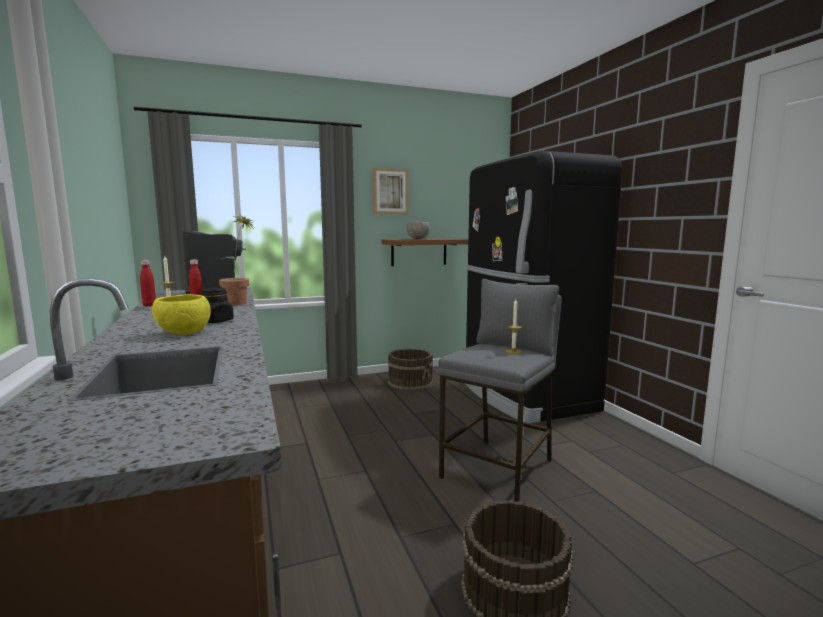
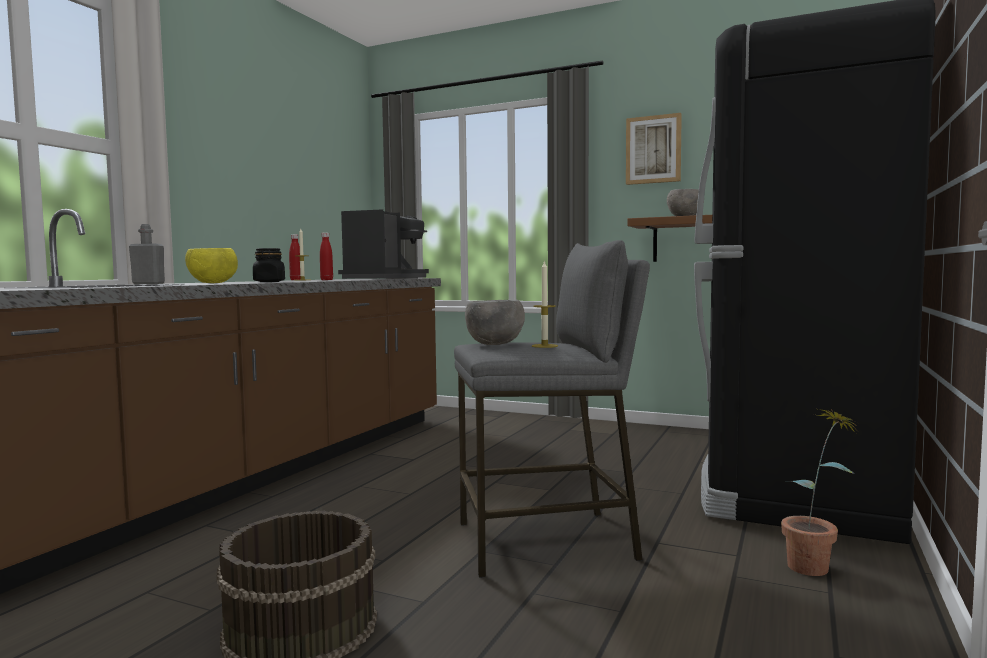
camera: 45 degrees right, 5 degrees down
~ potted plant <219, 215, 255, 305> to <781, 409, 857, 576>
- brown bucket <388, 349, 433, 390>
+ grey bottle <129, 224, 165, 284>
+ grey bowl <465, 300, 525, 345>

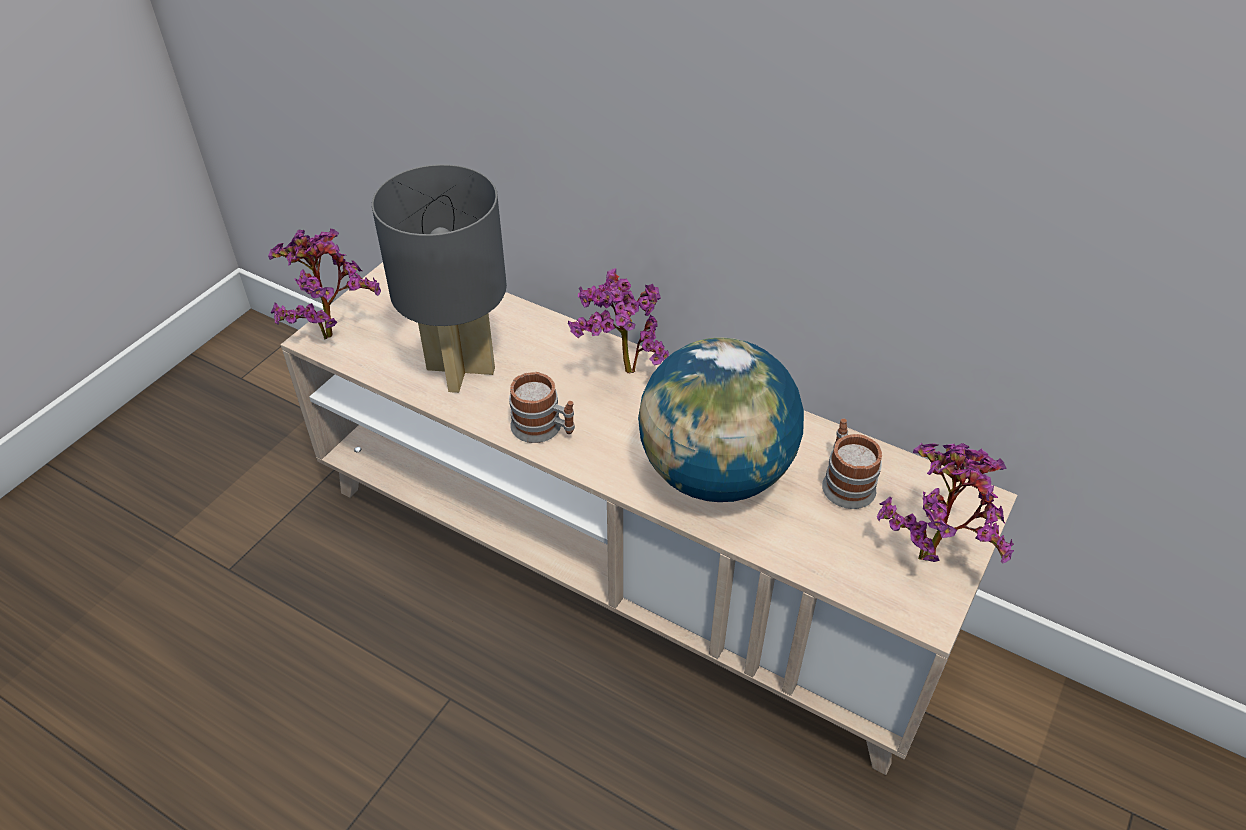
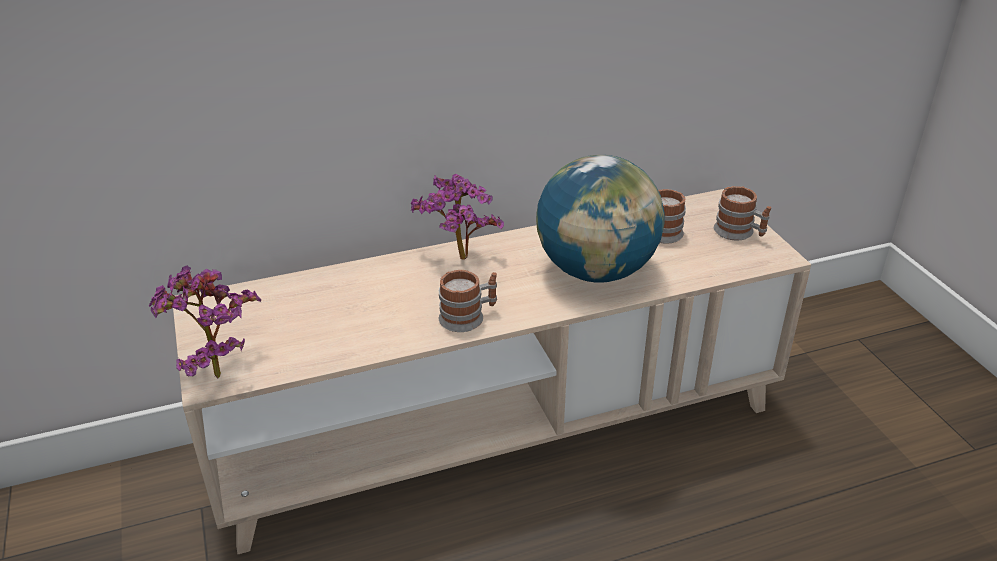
camera: 50 degrees left, 10 degrees down
- grey table lamp <372, 164, 507, 393>
~ potted plant <877, 442, 1014, 564> to mug <714, 186, 771, 240>

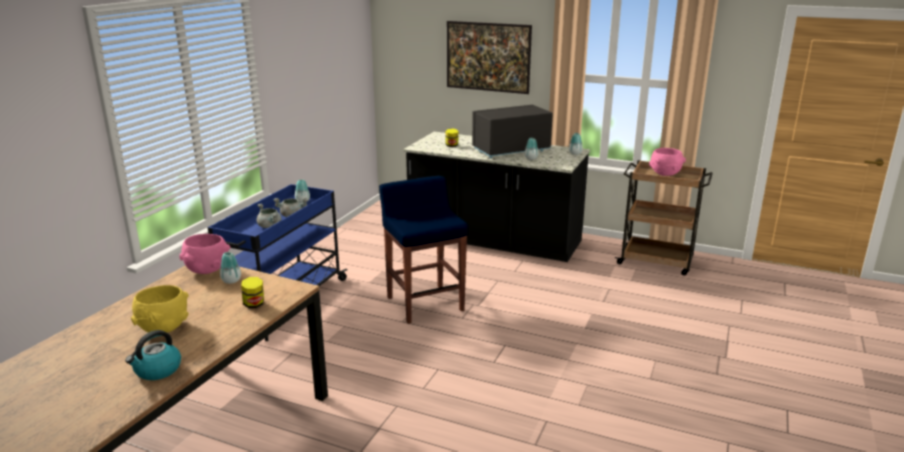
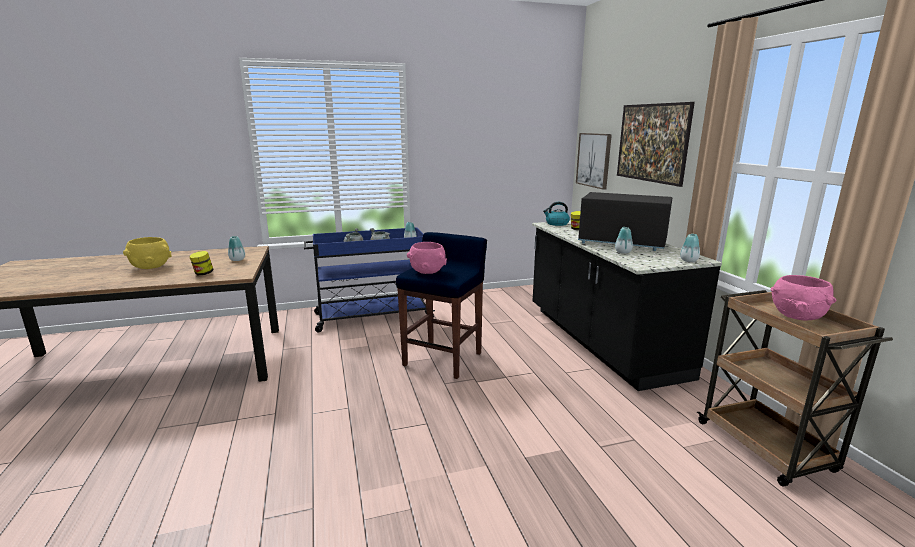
camera: 50 degrees right, 5 degrees down
~ kettle <125, 330, 181, 380> to <543, 202, 570, 226>
~ pink bowl <179, 234, 230, 274> to <407, 242, 447, 274>
+ picture <576, 133, 612, 190>

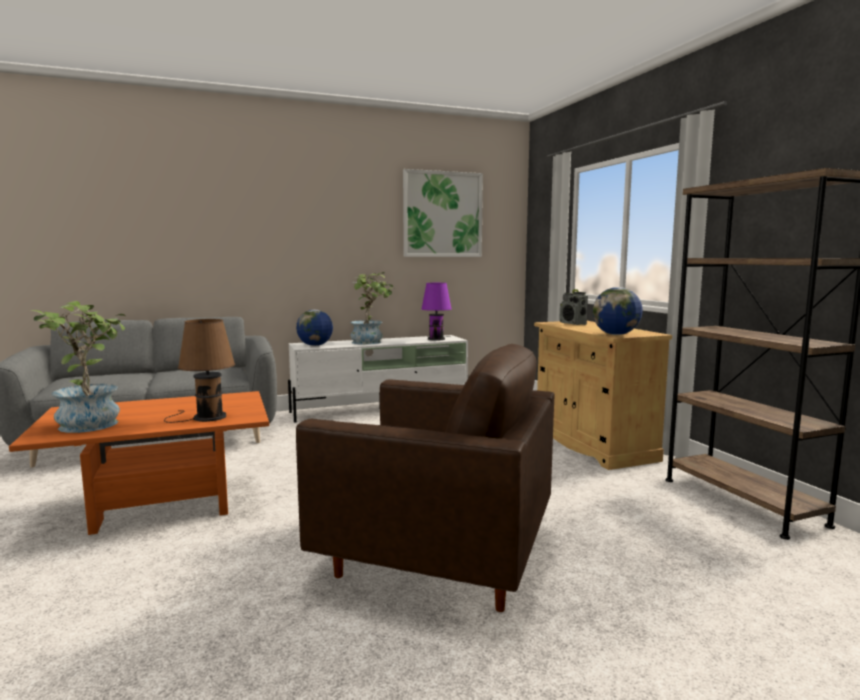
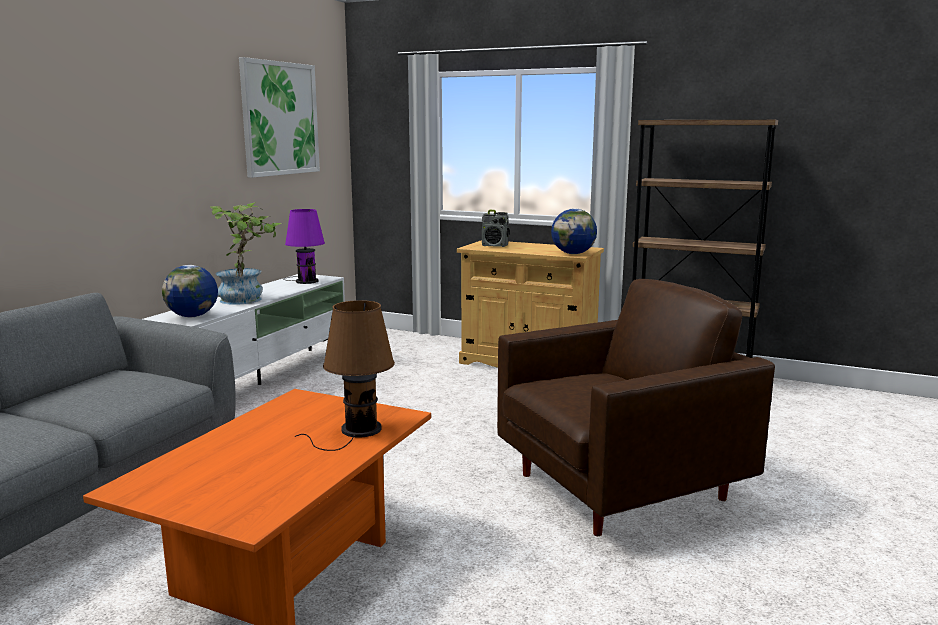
camera: 45 degrees left, 5 degrees up
- potted plant <30, 301, 125, 433>

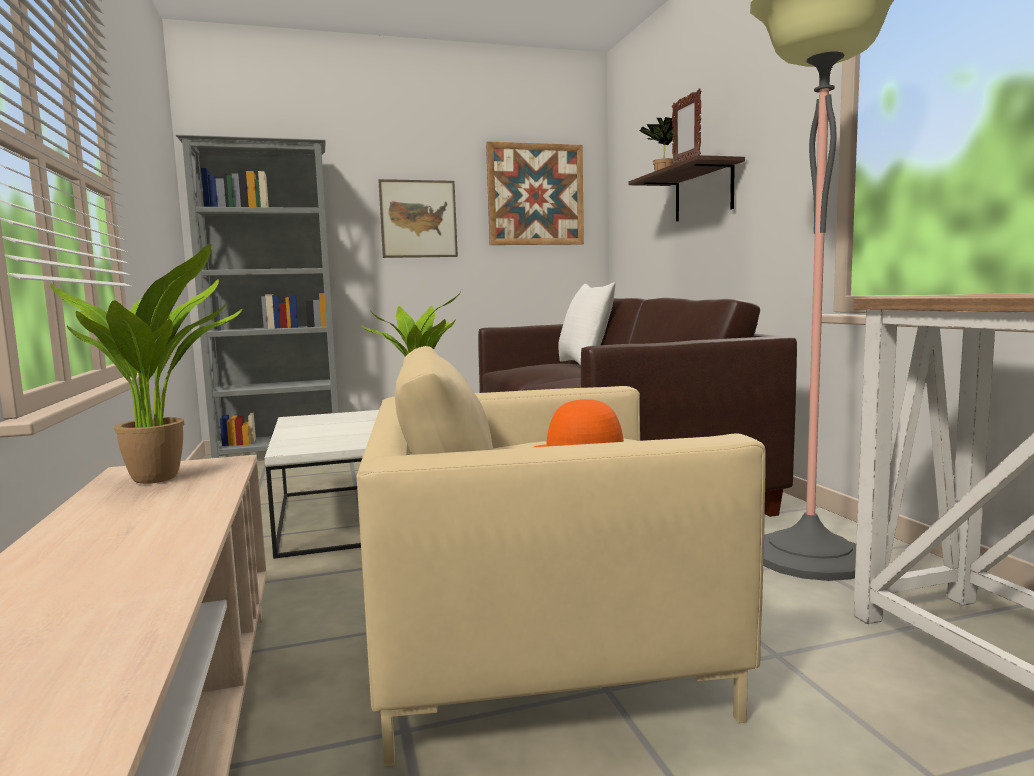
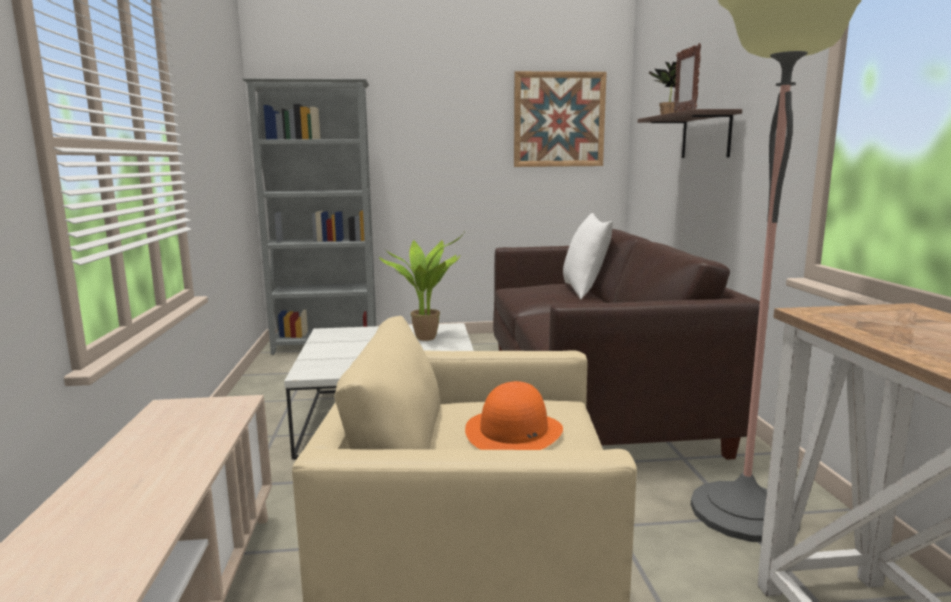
camera: 10 degrees right, 5 degrees up
- potted plant <50, 244, 243, 484>
- picture <378, 179, 458, 258>

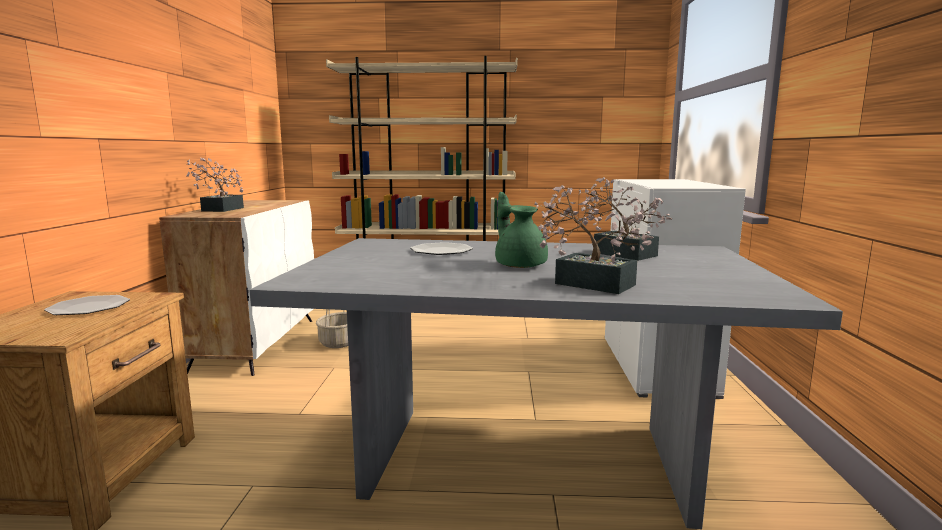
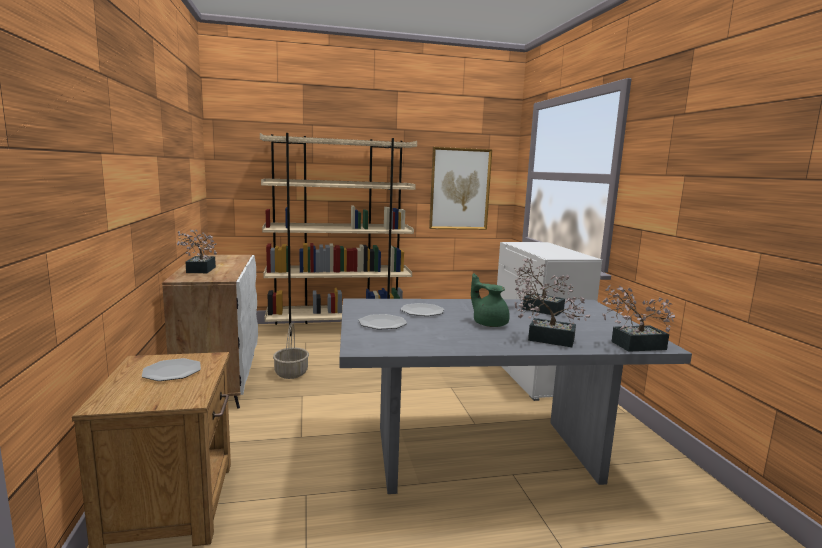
camera: 15 degrees left, 0 degrees up
+ plate <359, 314, 407, 330>
+ picture <429, 147, 492, 230>
+ potted plant <602, 285, 675, 352>

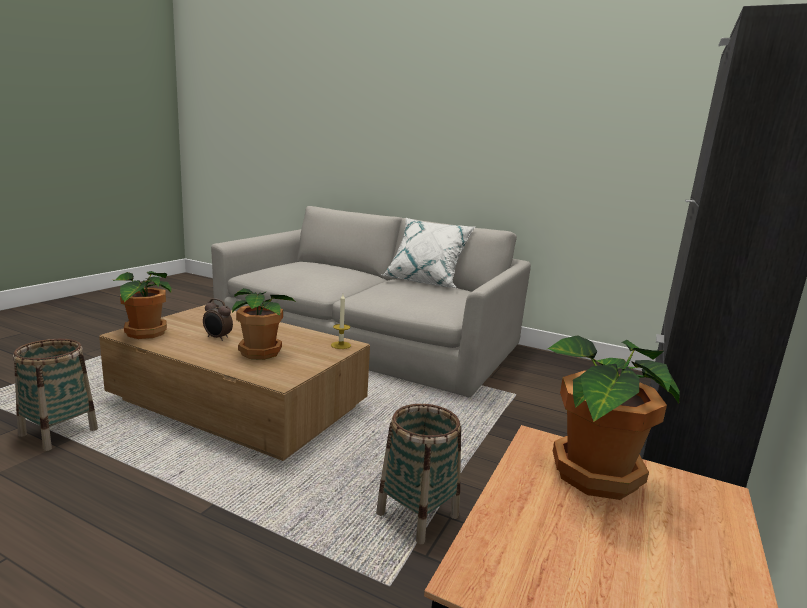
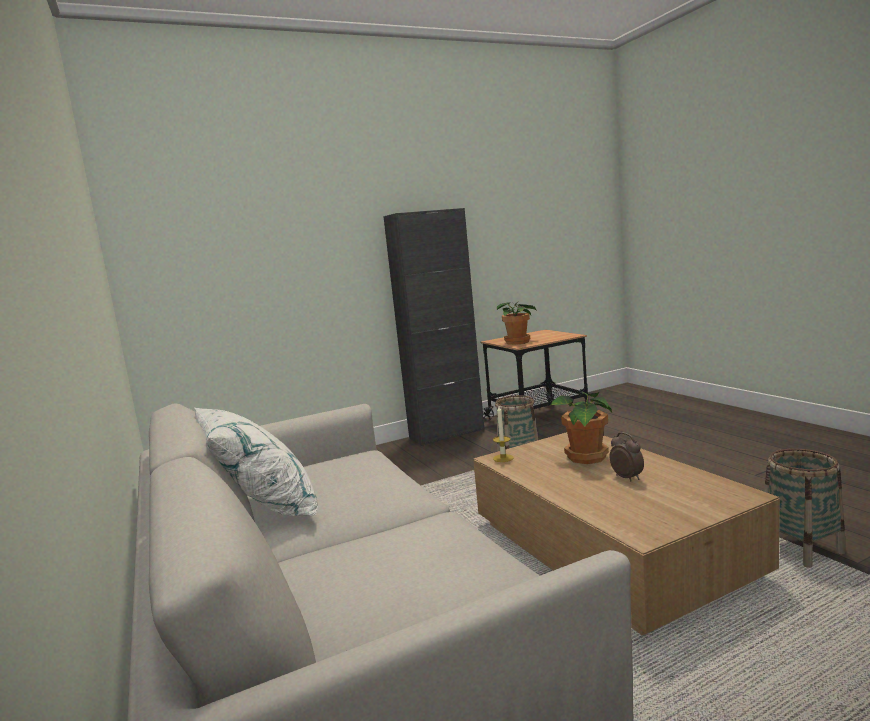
camera: 140 degrees left, 5 degrees down
- potted plant <113, 271, 171, 339>

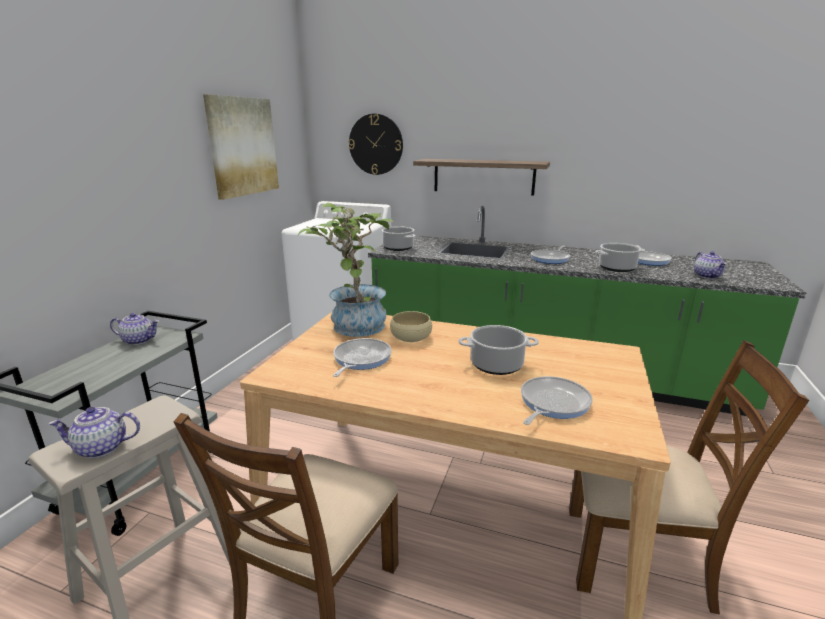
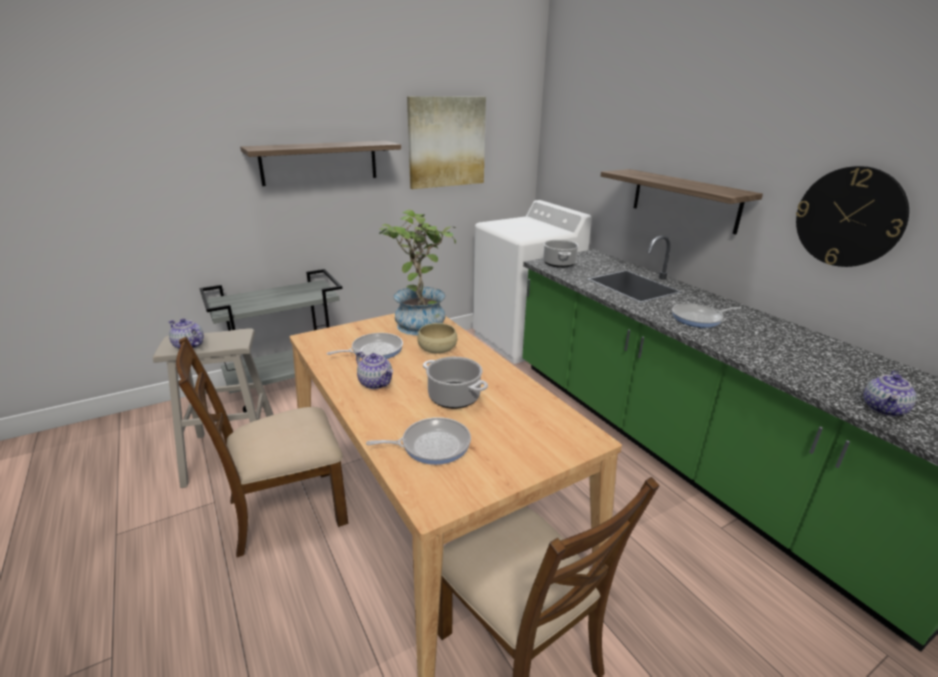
camera: 40 degrees right, 5 degrees up
~ teapot <110, 313, 159, 345> to <356, 352, 393, 389>
~ wall clock <348, 114, 403, 175> to <796, 166, 909, 267>
- cooking pot <595, 243, 645, 272>
- frying pan <635, 245, 672, 266>
+ shelf <240, 141, 401, 186>

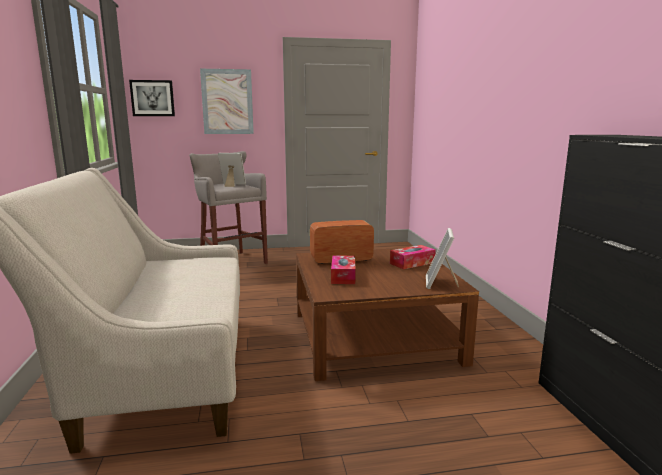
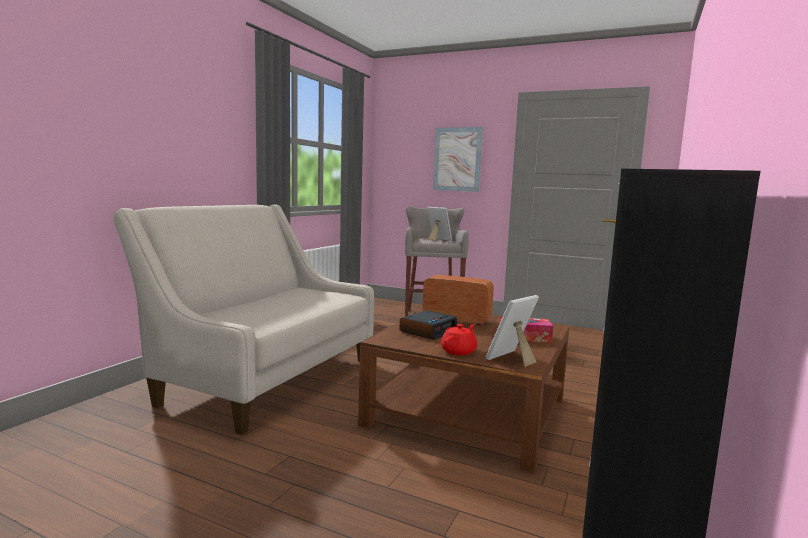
camera: 35 degrees right, 5 degrees down
- picture <129, 80, 175, 116>
~ tissue box <331, 255, 356, 284> to alarm clock <400, 310, 458, 340>
+ red teapot <441, 324, 477, 356>

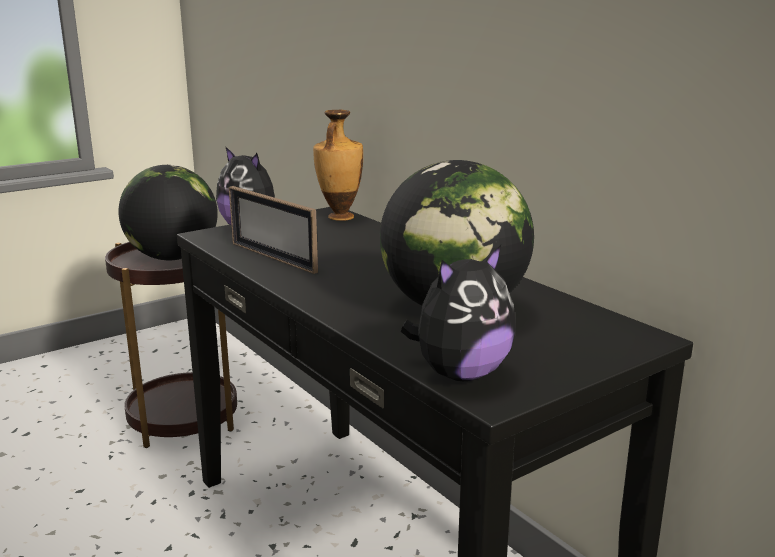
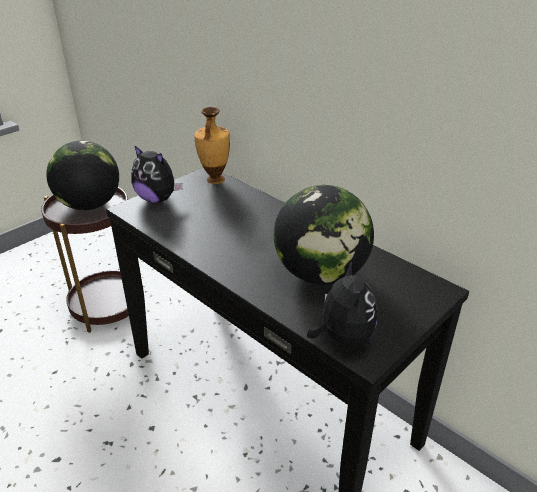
camera: 10 degrees left, 15 degrees up
- picture frame <229, 186, 318, 274>
~ plush toy <401, 245, 516, 381> = <307, 261, 377, 349> 45 degrees counterclockwise

